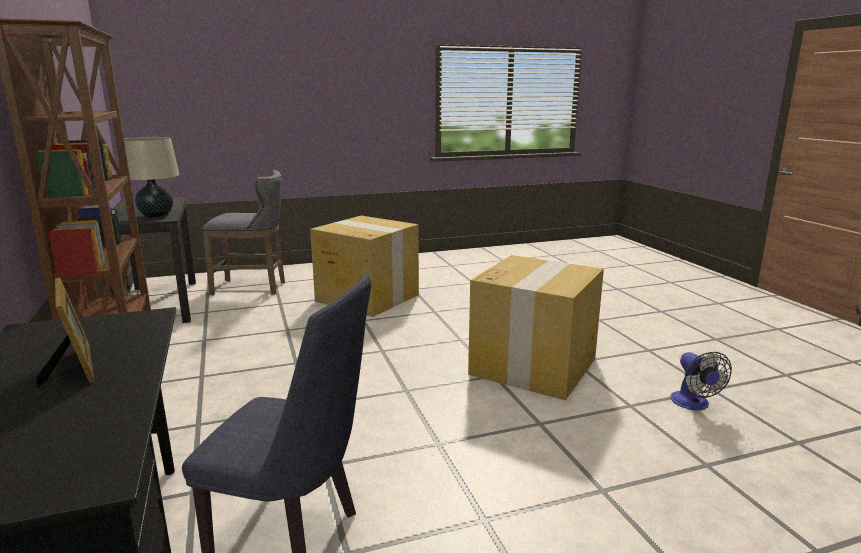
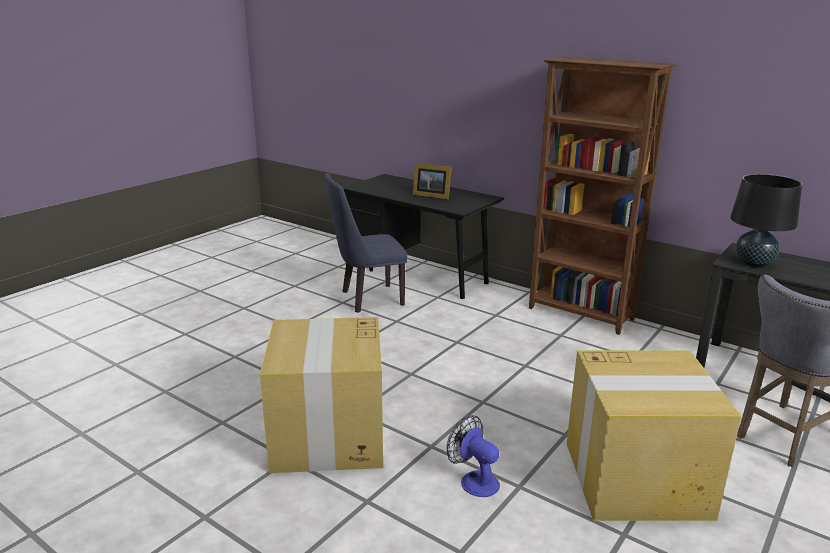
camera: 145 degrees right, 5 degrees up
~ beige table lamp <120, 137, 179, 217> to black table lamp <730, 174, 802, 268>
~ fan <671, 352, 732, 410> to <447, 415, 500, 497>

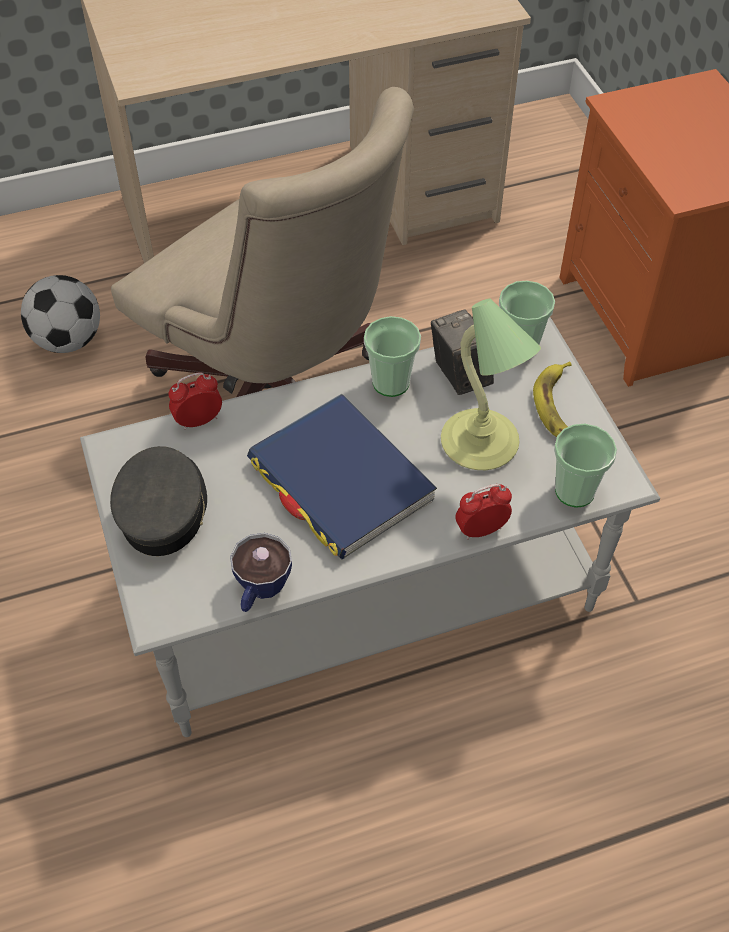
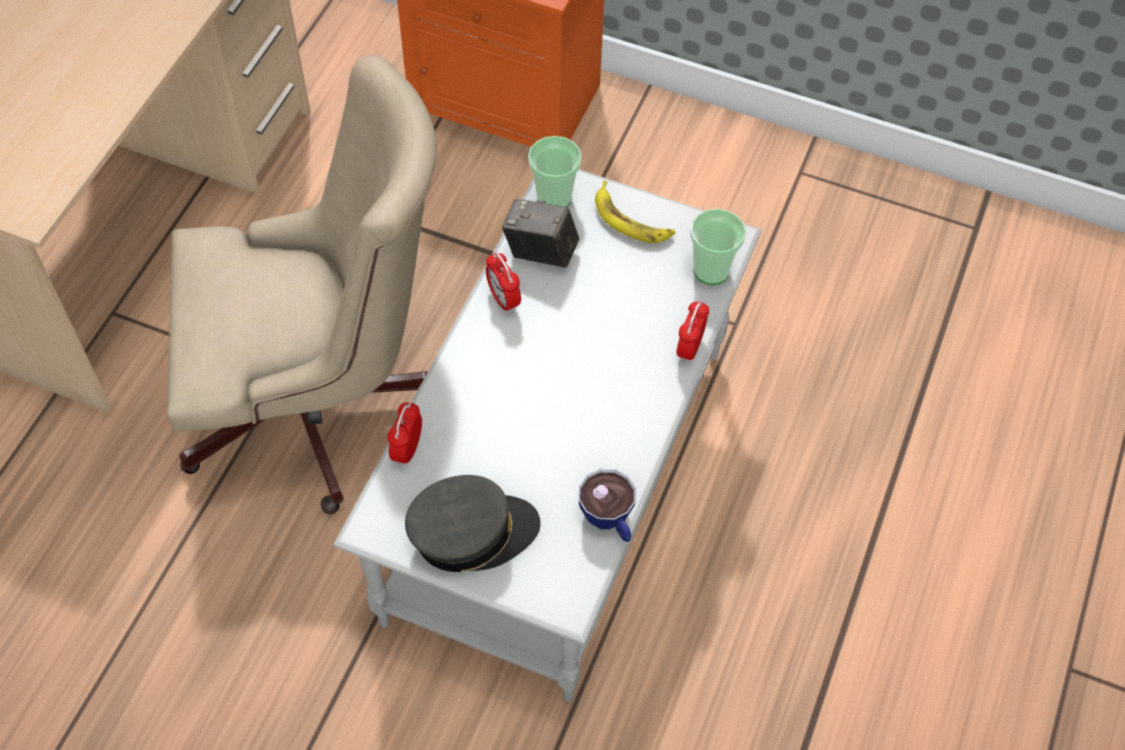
camera: 50 degrees left, 5 degrees up
- football <21, 275, 100, 353>
~ grey cap <110, 446, 207, 556> = <405, 475, 541, 573> 120 degrees clockwise
- blue book <247, 393, 437, 560>
~ cup <364, 316, 421, 397> to alarm clock <486, 252, 521, 313>
- table lamp <441, 298, 541, 470>

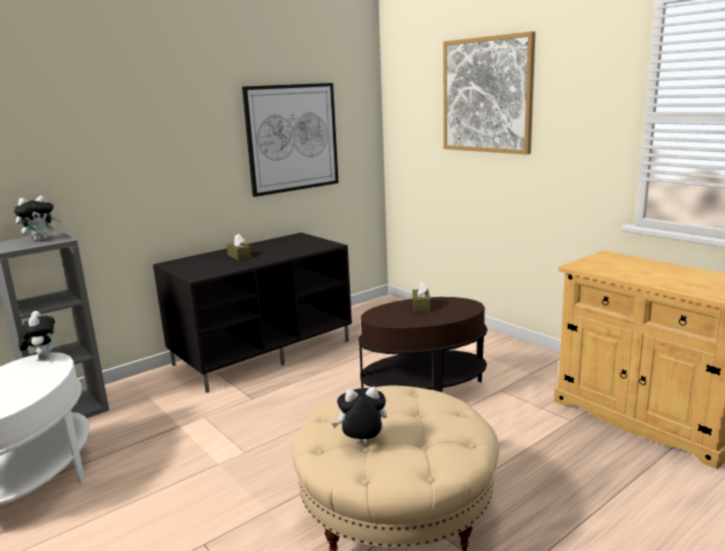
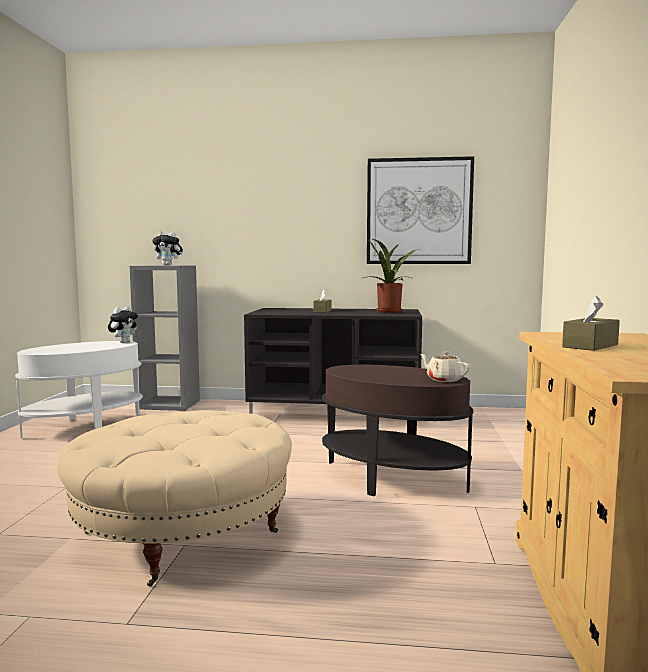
camera: 45 degrees right, 10 degrees down
- plush toy <332, 387, 387, 443>
~ brown tissue box <412, 282, 431, 312> to <562, 296, 620, 351>
- picture <443, 31, 535, 155>
+ potted plant <361, 239, 419, 313>
+ beige teapot <420, 351, 470, 382>

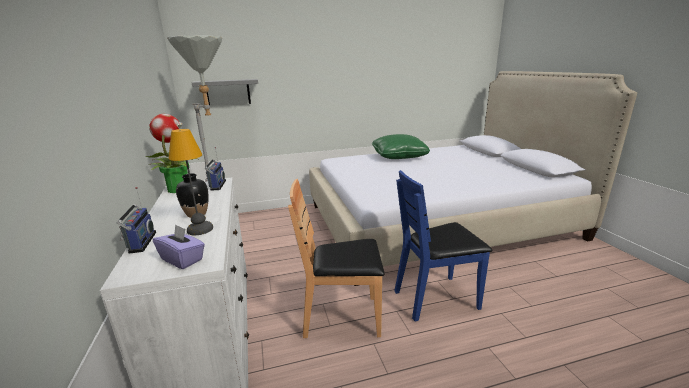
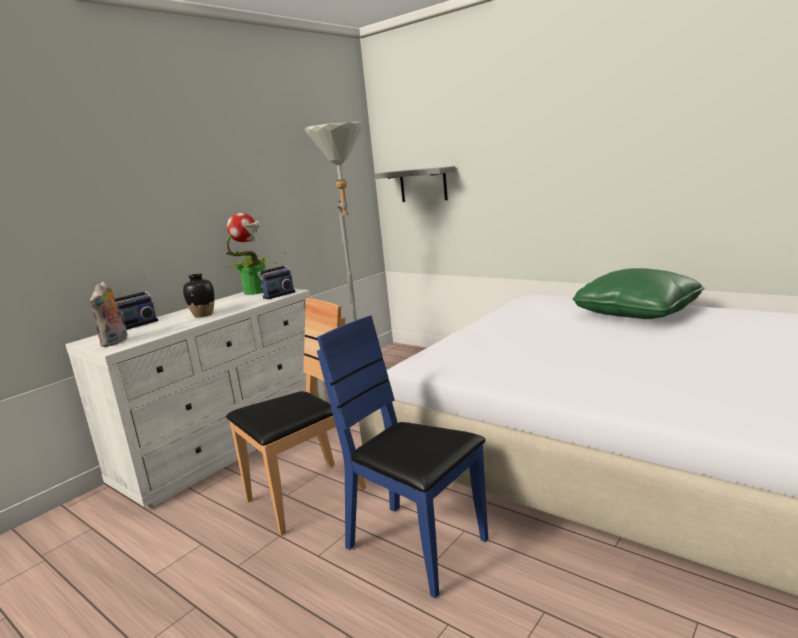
camera: 55 degrees right, 5 degrees down
~ purple tissue box <153, 224, 205, 269> to plush toy <89, 282, 127, 347>
- table lamp <168, 129, 213, 235>
~ brown chair <288, 179, 385, 338> = <226, 298, 367, 536> 90 degrees clockwise

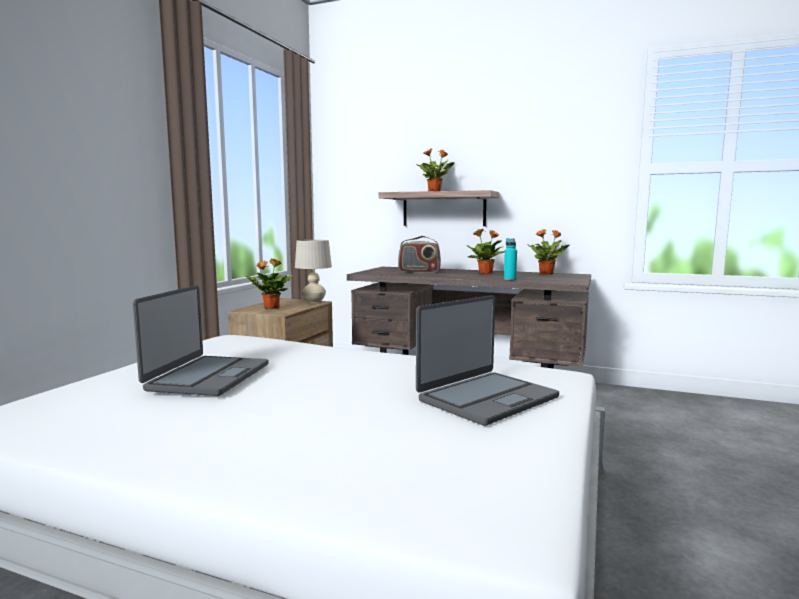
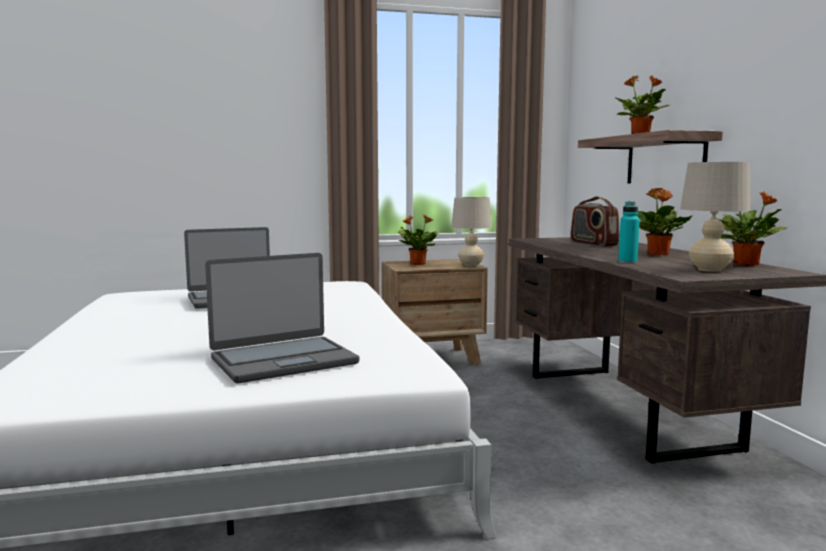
camera: 55 degrees right, 0 degrees up
~ laptop <416, 295, 559, 426> = <205, 253, 359, 383> 45 degrees counterclockwise
+ beige table lamp <680, 162, 751, 272>

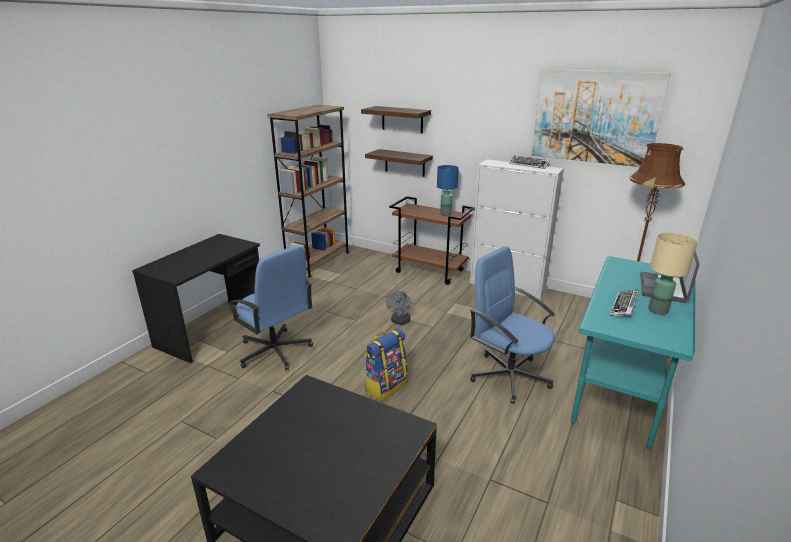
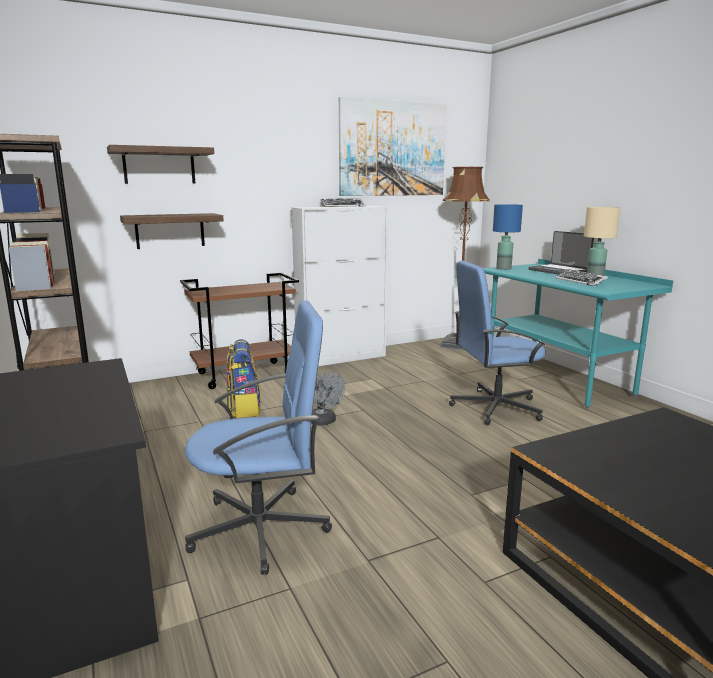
camera: 55 degrees left, 10 degrees down
~ backpack <365, 328, 408, 401> to <226, 339, 261, 418>
~ blue table lamp <437, 165, 459, 215> to <493, 204, 523, 270>

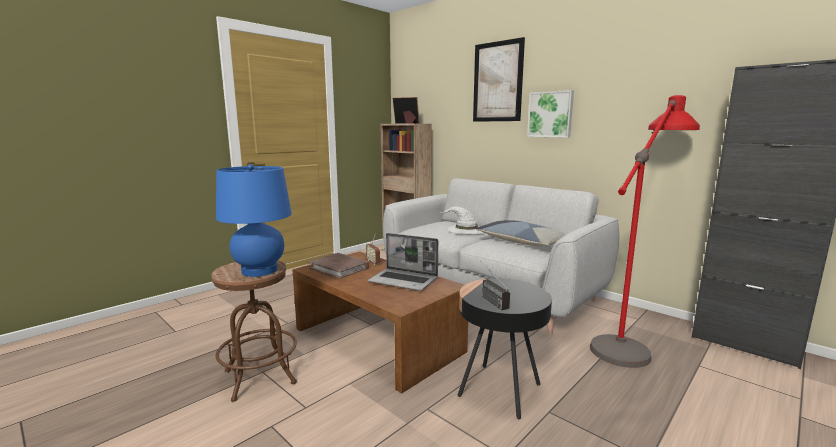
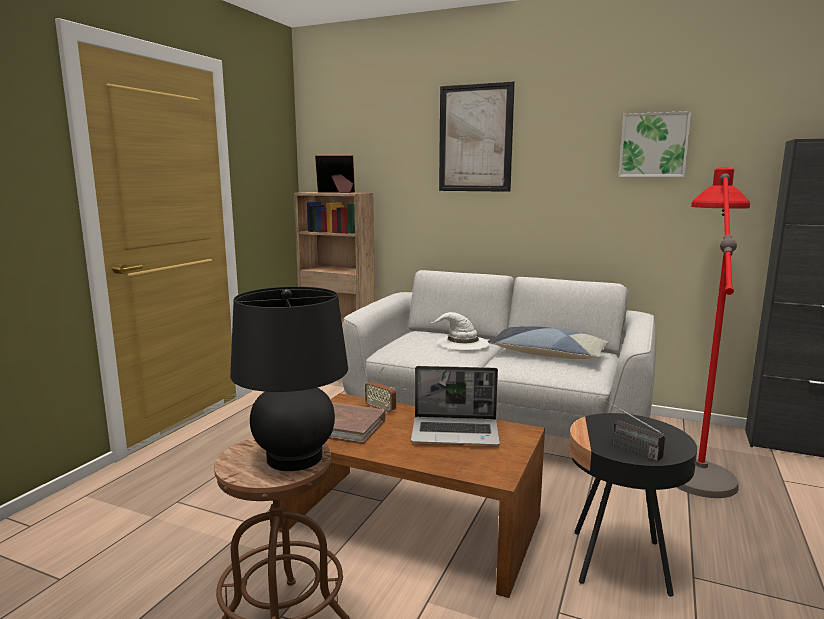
camera: 20 degrees left, 0 degrees up
~ blue table lamp <216, 164, 292, 277> to black table lamp <230, 287, 348, 471>
~ picture <527, 90, 574, 138> to <618, 111, 691, 177>

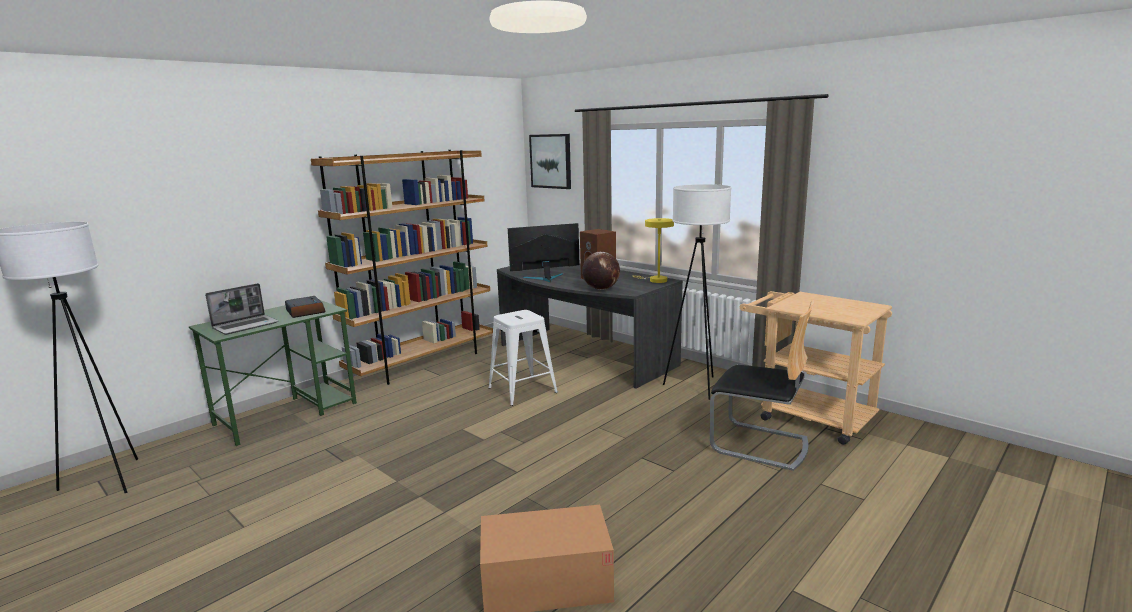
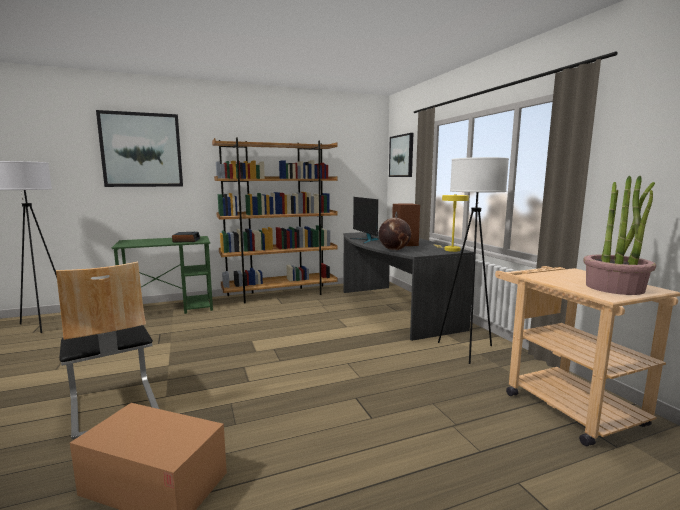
camera: 25 degrees right, 5 degrees down
- laptop <205, 283, 279, 335>
- white stool <489, 310, 558, 406>
~ monitor <508, 223, 579, 282> = <350, 197, 378, 244> 120 degrees counterclockwise
~ chair <710, 300, 813, 471> to <56, 262, 159, 439>
+ picture <96, 110, 183, 187>
+ potted plant <583, 175, 656, 295>

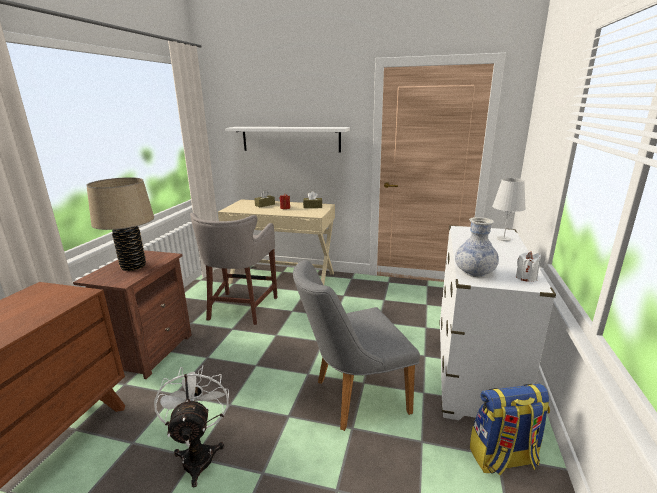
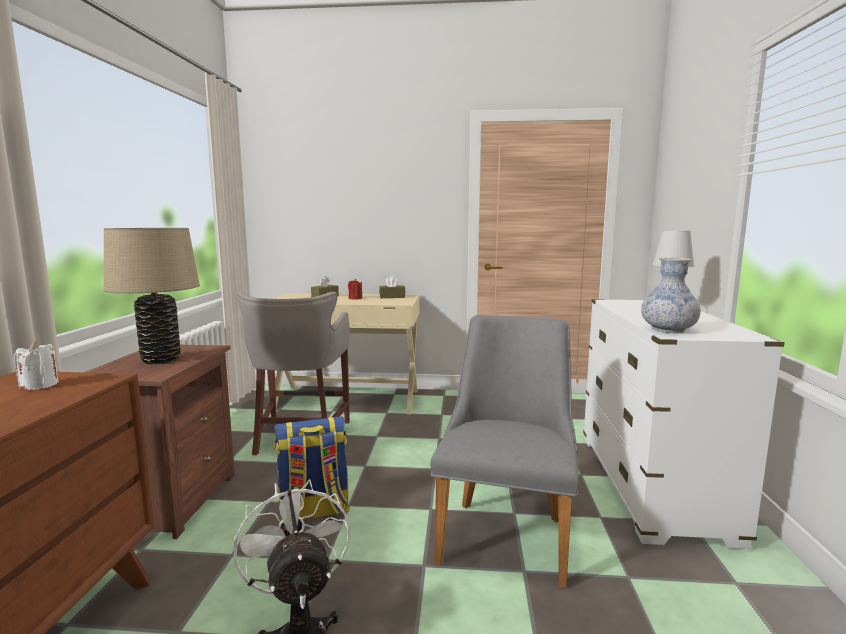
camera: 10 degrees left, 10 degrees down
- white shelf <225, 127, 350, 153>
~ grey chair <293, 260, 420, 431> = <430, 315, 579, 589> 135 degrees clockwise
~ backpack <470, 384, 550, 475> to <274, 416, 350, 521>
~ white candle <516, 251, 541, 282> to <14, 341, 59, 390>

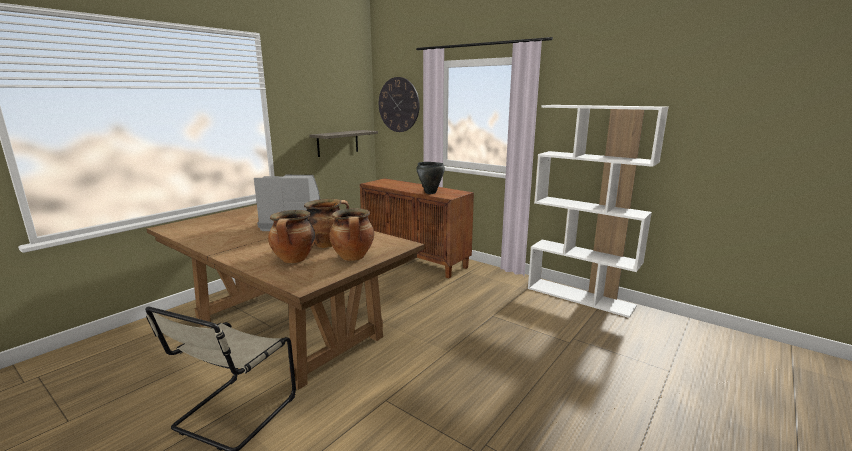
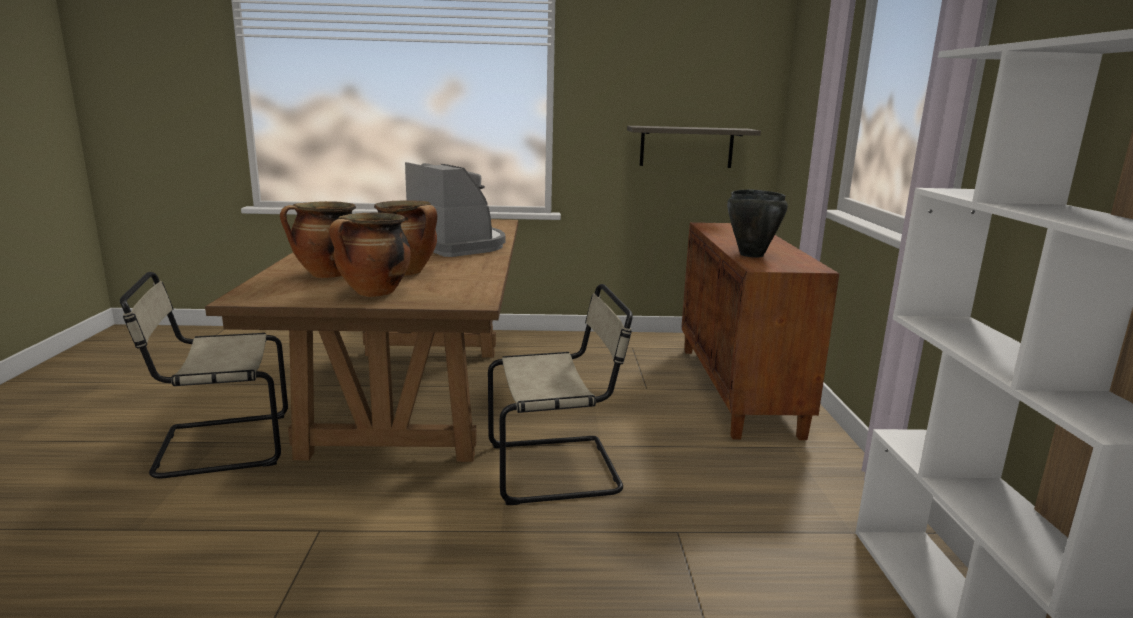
camera: 50 degrees right, 0 degrees up
- wall clock <379, 77, 420, 132>
+ beige chair <488, 284, 633, 505>

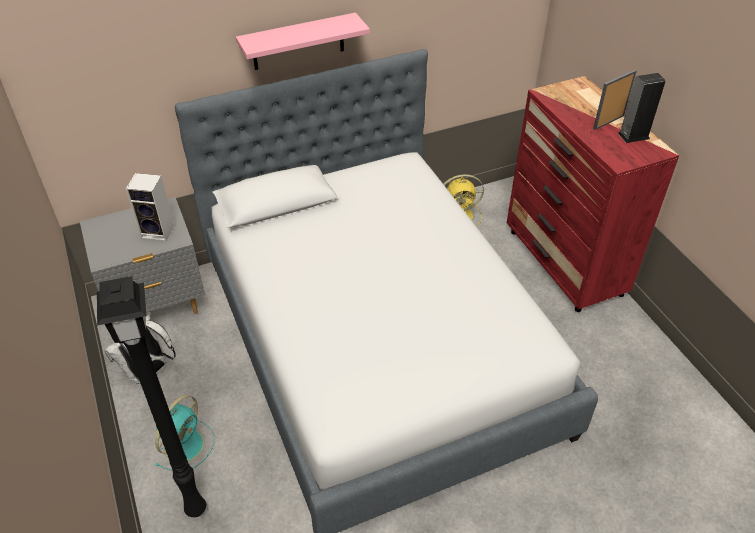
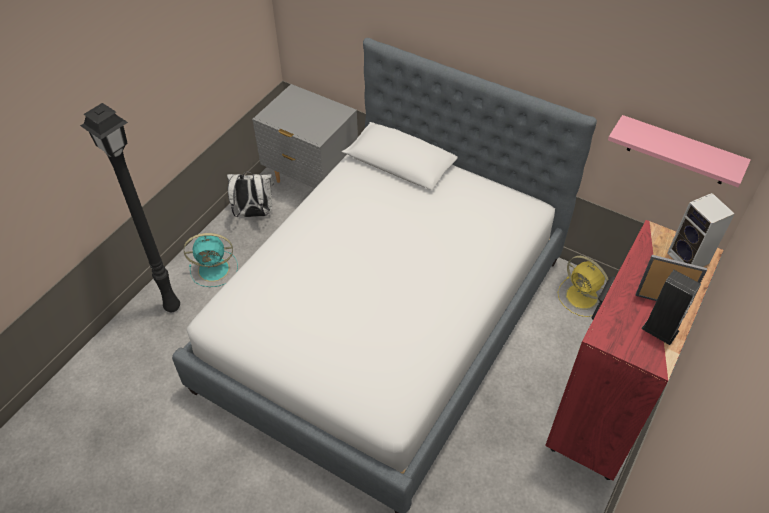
camera: 55 degrees right, 5 degrees up
~ speaker <126, 173, 174, 241> to <667, 193, 735, 267>
~ pink shelf <236, 13, 370, 70> to <608, 115, 751, 187>

